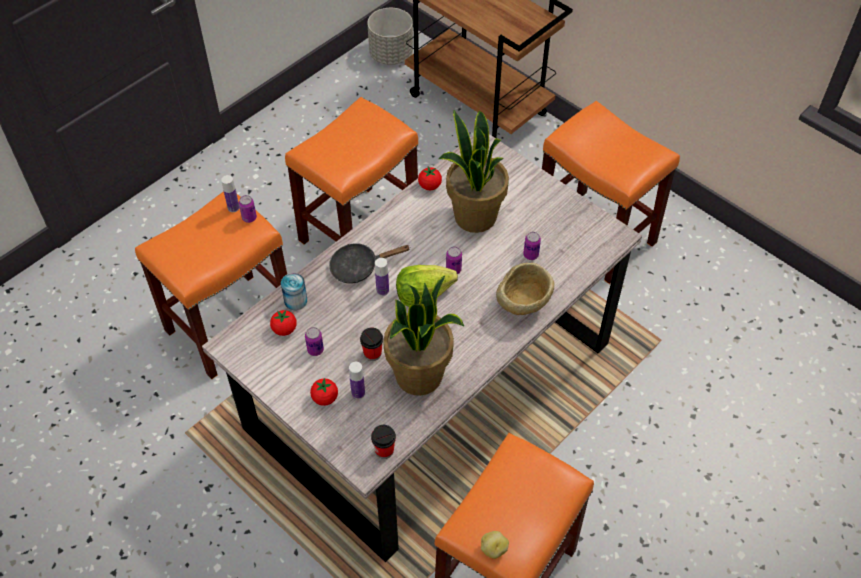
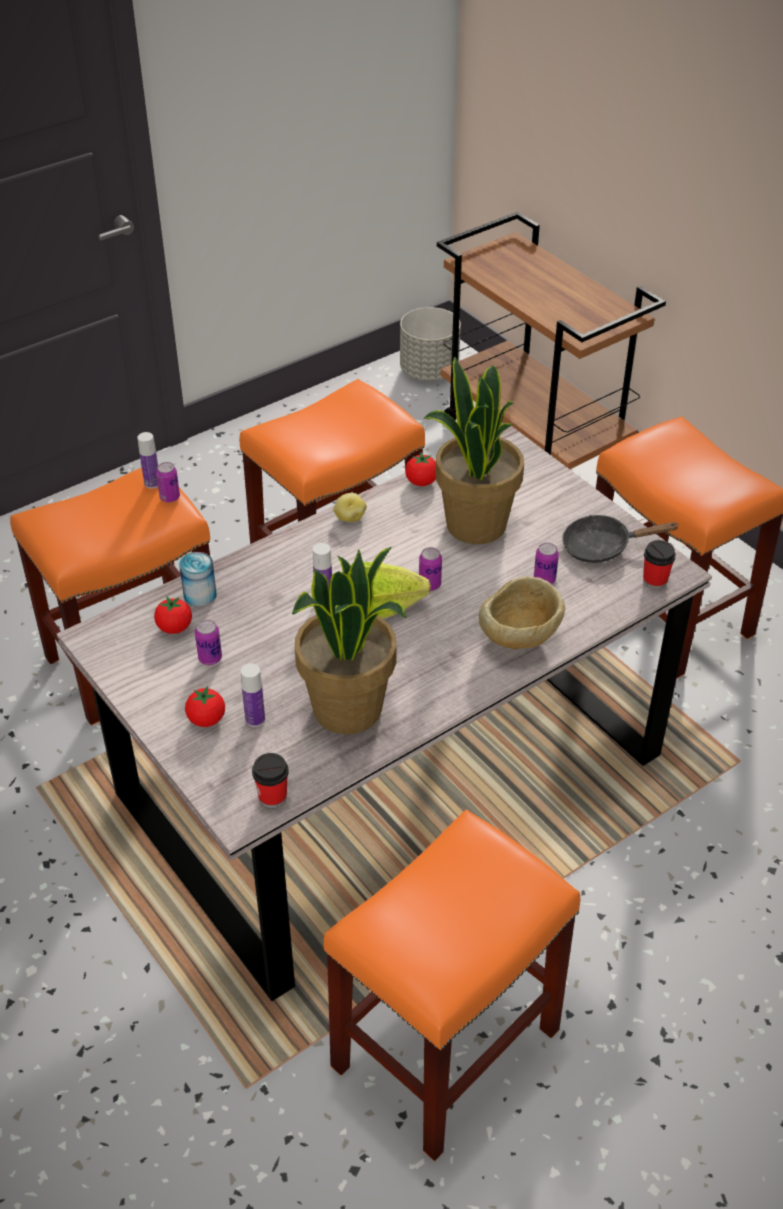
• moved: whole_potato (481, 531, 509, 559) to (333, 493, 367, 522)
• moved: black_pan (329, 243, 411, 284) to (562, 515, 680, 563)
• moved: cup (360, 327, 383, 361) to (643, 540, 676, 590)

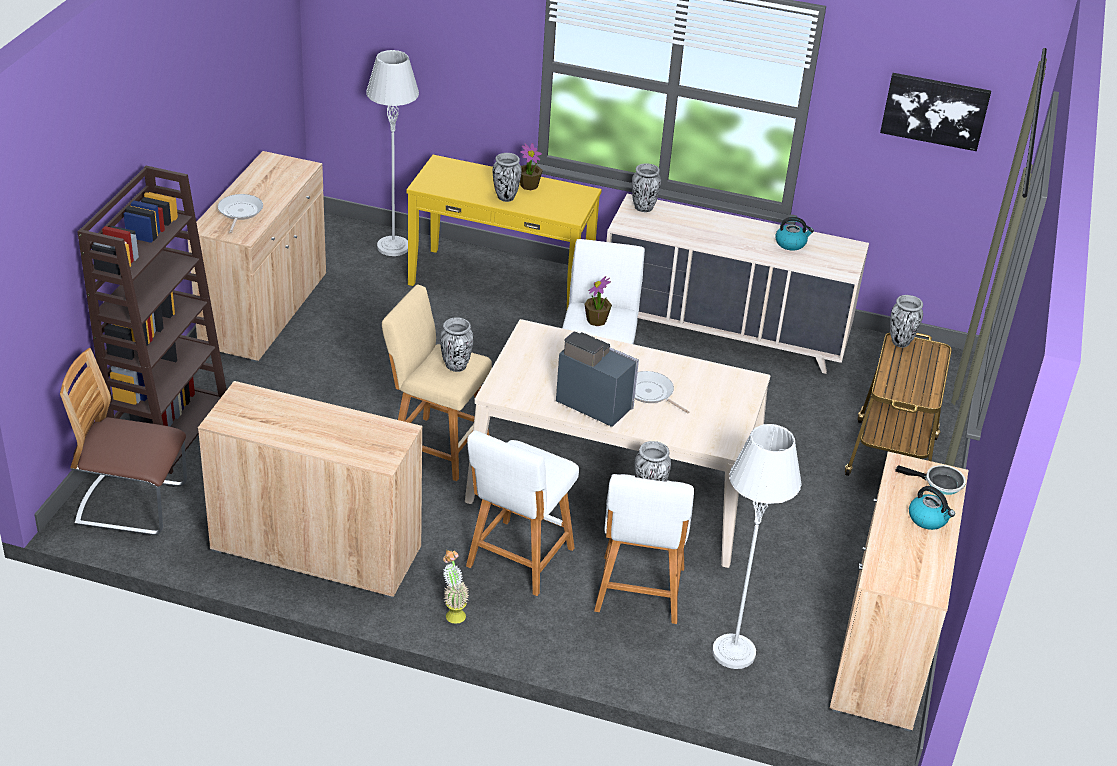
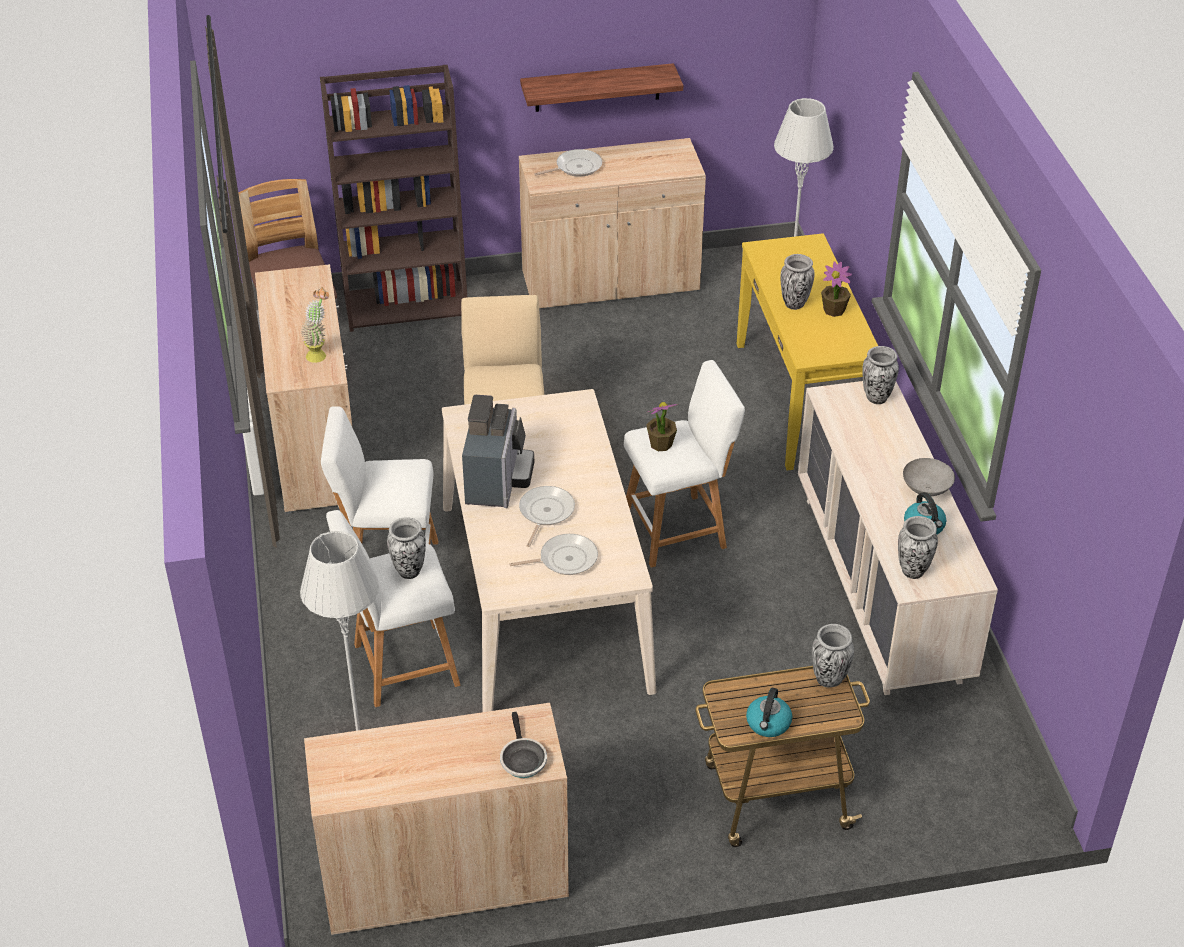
• moved: potted_plant (443, 550, 469, 624) to (301, 287, 329, 363)
• added: pan (509, 534, 598, 575)
• added: shelf (520, 63, 683, 112)
• moved: water_kettle (909, 486, 955, 530) to (746, 688, 792, 737)
• moved: vase (440, 317, 474, 372) to (898, 516, 938, 579)
• added: gray_deep_dish (903, 458, 955, 496)
• removed: picture (880, 73, 991, 151)

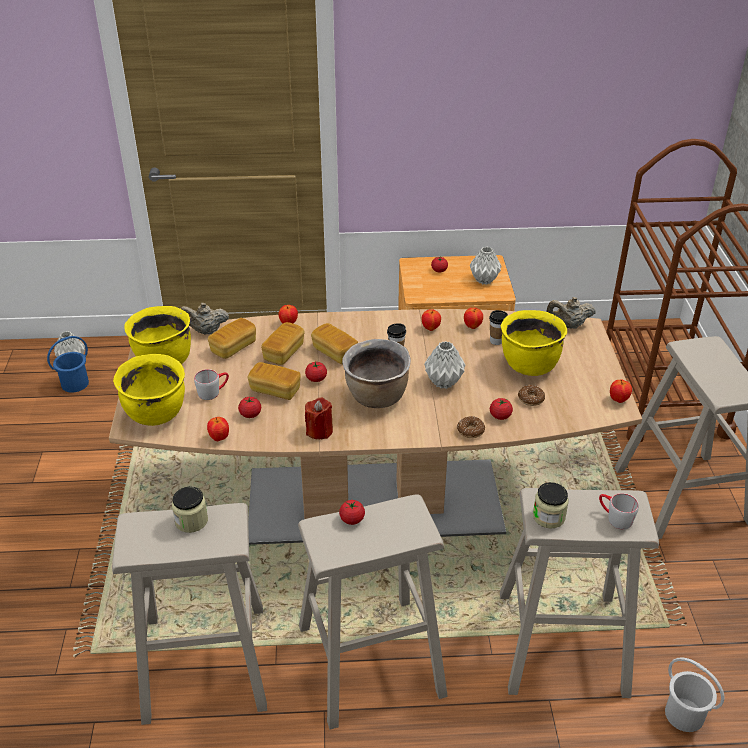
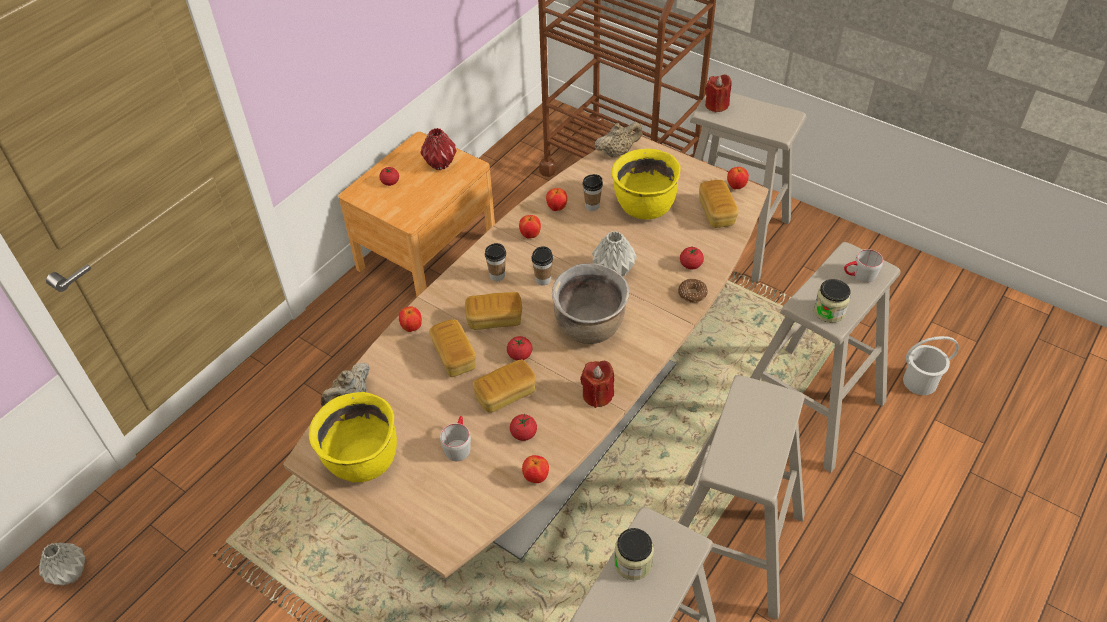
• recoloured: gray_vase (470, 247, 502, 285) to red-coloured_vase (420, 128, 457, 170)
• added: cup (485, 243, 506, 281)
• turned: beige-coloured_tea_pot (546, 297, 596, 329) = (595, 122, 642, 157) 150 degrees counterclockwise
• moved: baked_bread (208, 318, 256, 359) to (699, 180, 739, 228)
• added: red-coloured_wax_light (705, 74, 731, 113)
• removed: blue_pail (47, 336, 89, 393)
• removed: yellow-coloured_cooking_pot (113, 354, 185, 426)
• removed: whole_tomato (339, 500, 365, 525)
• removed: ring_doughnut (518, 385, 545, 406)

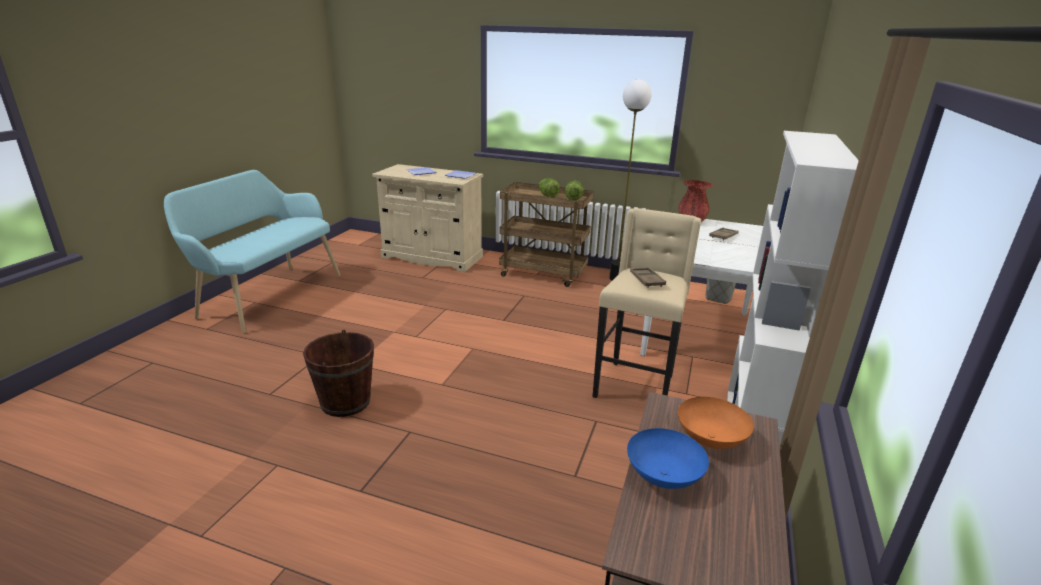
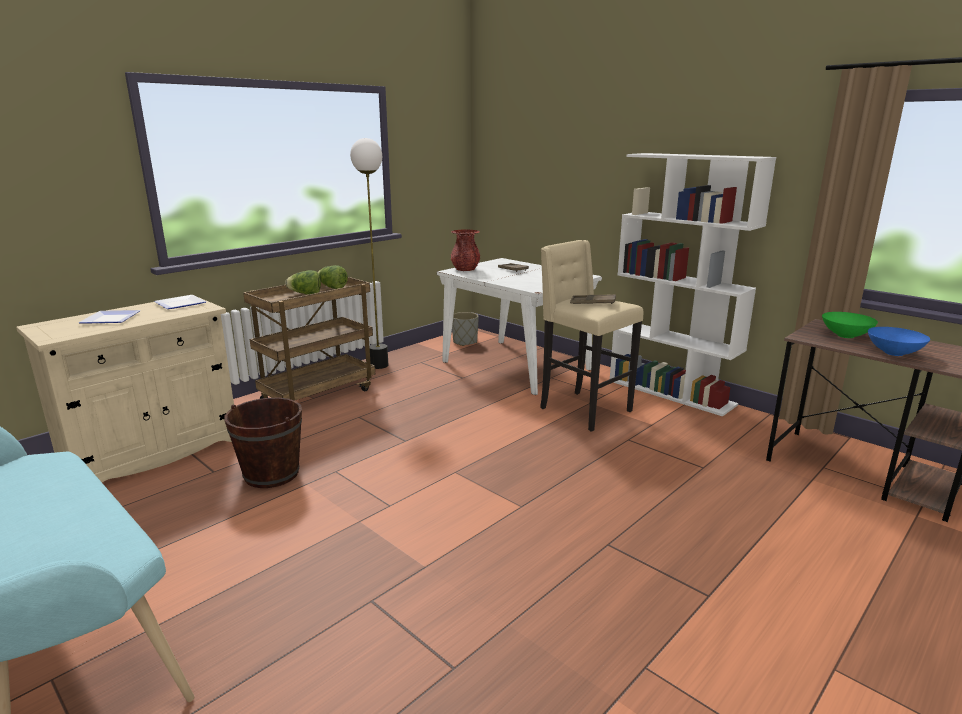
• moved: brown_pail (303, 330, 374, 417) to (224, 398, 302, 488)
• recoloured: orangey_deep_dish (678, 397, 754, 449) to green-coloured_deep_dish (822, 312, 878, 338)

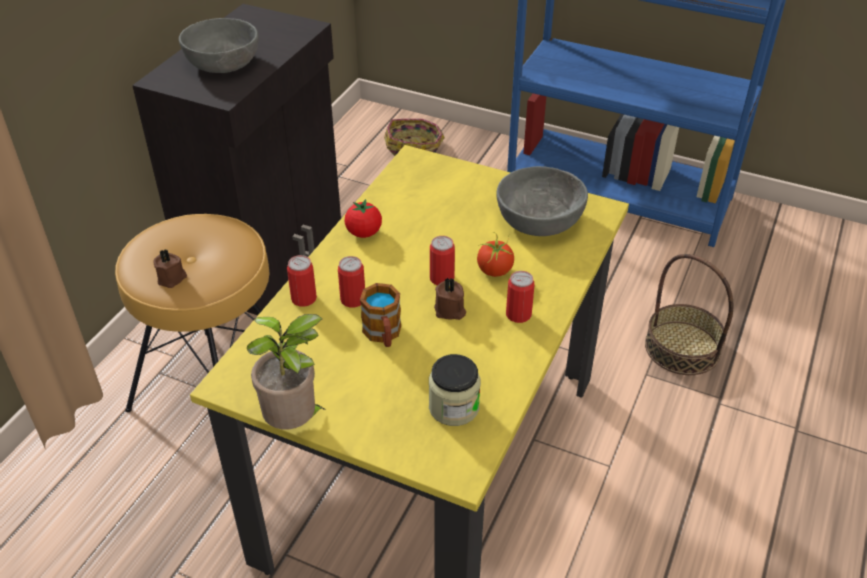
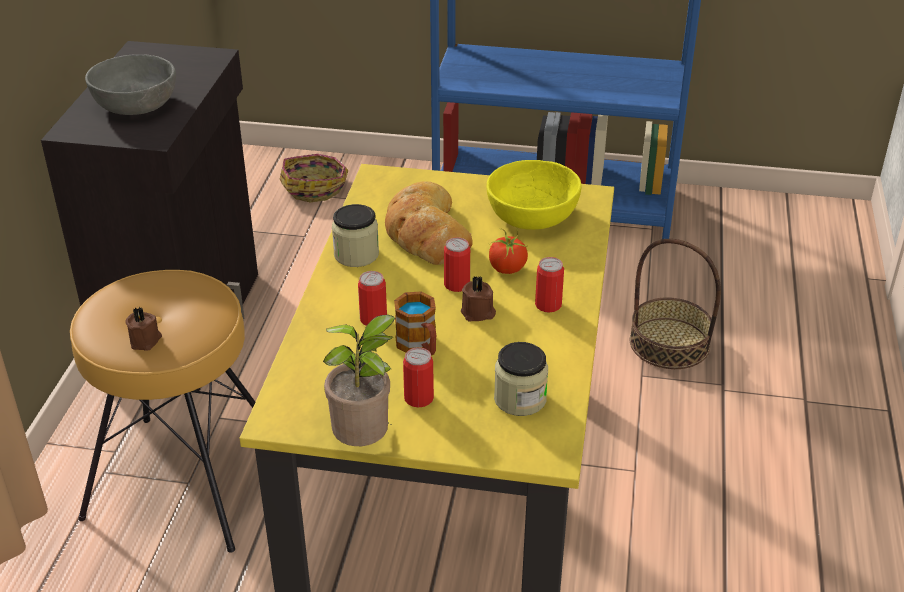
• replaced: whole_tomato (345, 199, 382, 238) to storage_jar (332, 204, 379, 267)
• added: baked_bread (385, 181, 472, 265)
• moved: can (287, 255, 317, 307) to (403, 347, 434, 408)
• recoloured: gray_deep_dish (497, 166, 588, 236) to yellow-coloured_deep_dish (487, 160, 581, 230)

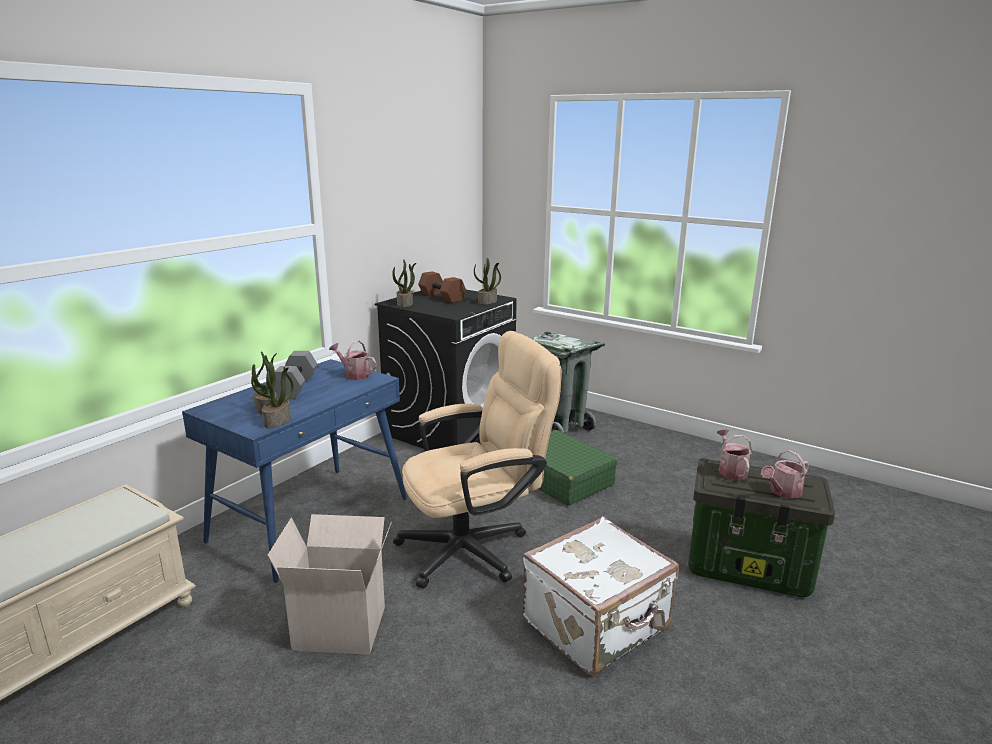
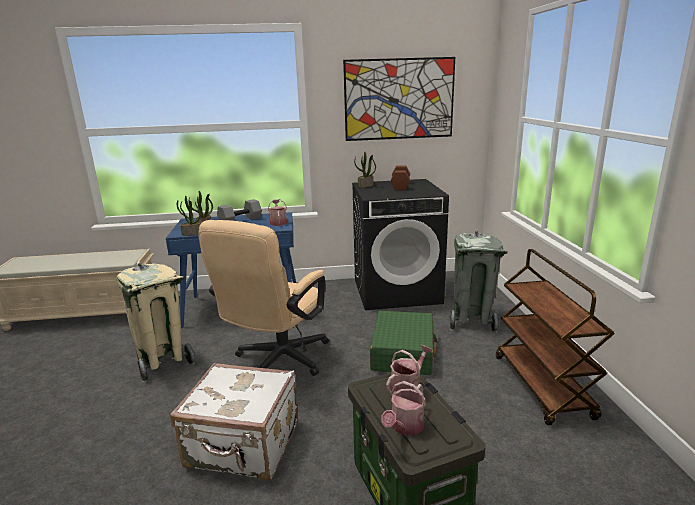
• replaced: packing_box (268, 514, 392, 655) to beige-coloured_waste_bin (116, 263, 195, 383)
• turned: beige-coloured_office_chair (393, 331, 562, 588) = (198, 220, 329, 376) 90 degrees clockwise
• added: picture (343, 57, 455, 141)
• turned: watering_can (761, 450, 809, 499) = (381, 381, 426, 436) 75 degrees counterclockwise
• added: brown_cart (496, 249, 615, 425)
• removed: potted_plant (474, 258, 501, 305)

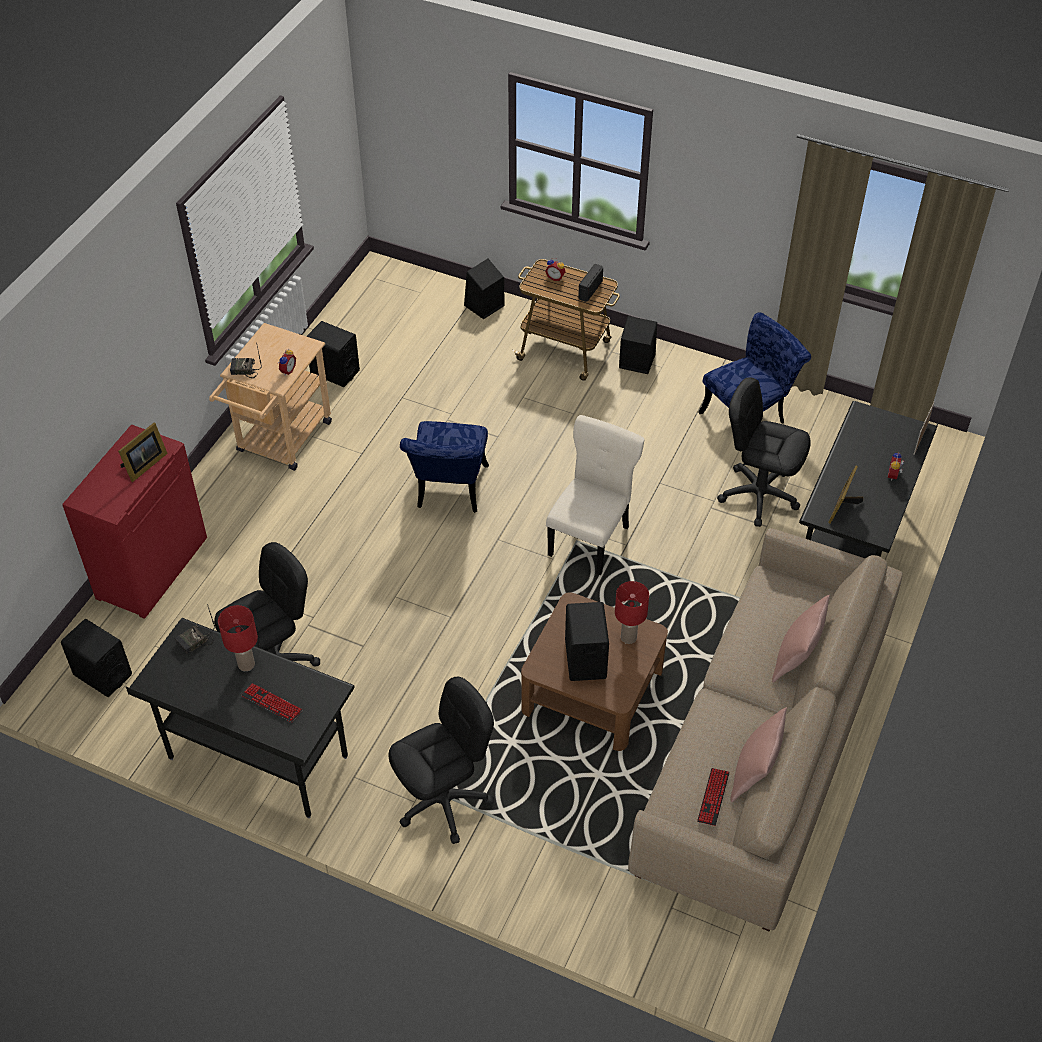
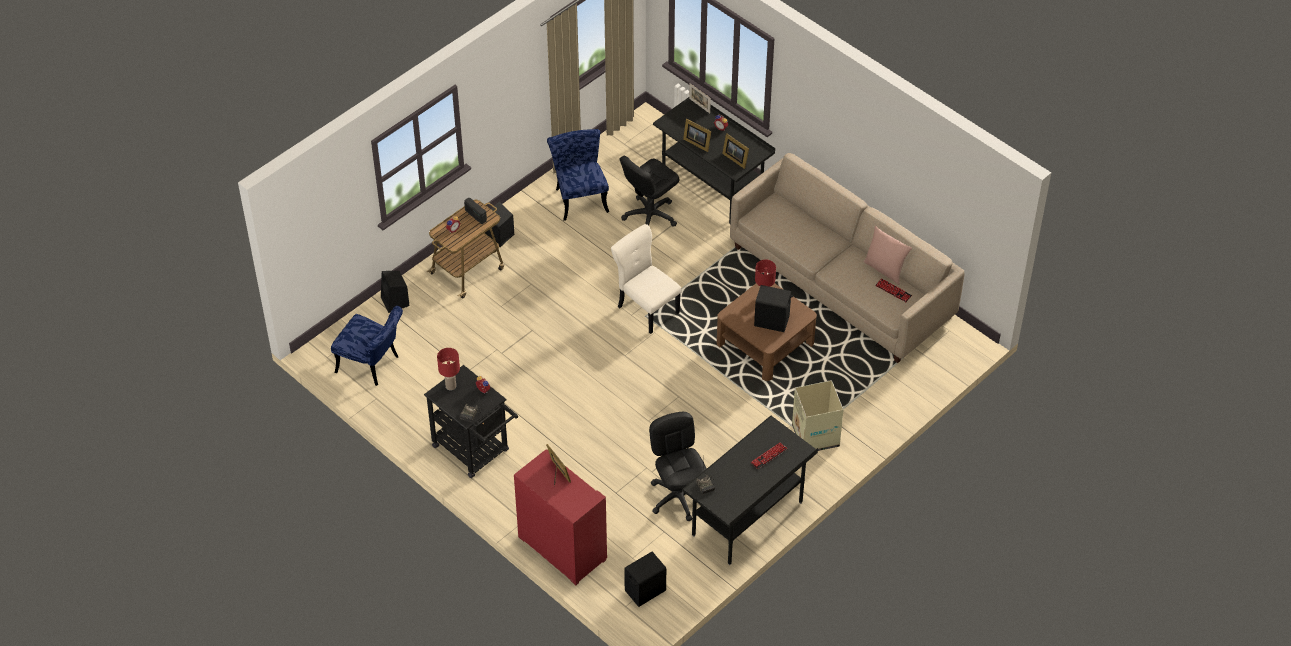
• moved: blue_plain_chair (400, 421, 489, 513) to (331, 306, 403, 386)
• recoloured: beige-coloured_cart (209, 323, 332, 471) to black_cart (424, 365, 518, 478)
• moved: red-coloured_table_lamp (218, 605, 258, 671) to (437, 348, 460, 390)
• added: photo_frame (683, 119, 711, 152)
• replaced: black_office_chair (388, 677, 494, 844) to packing_box (792, 380, 844, 451)
• removed: black_speaker (306, 321, 360, 387)
• removed: pink-coloured_throw_pillow (772, 595, 830, 683)

